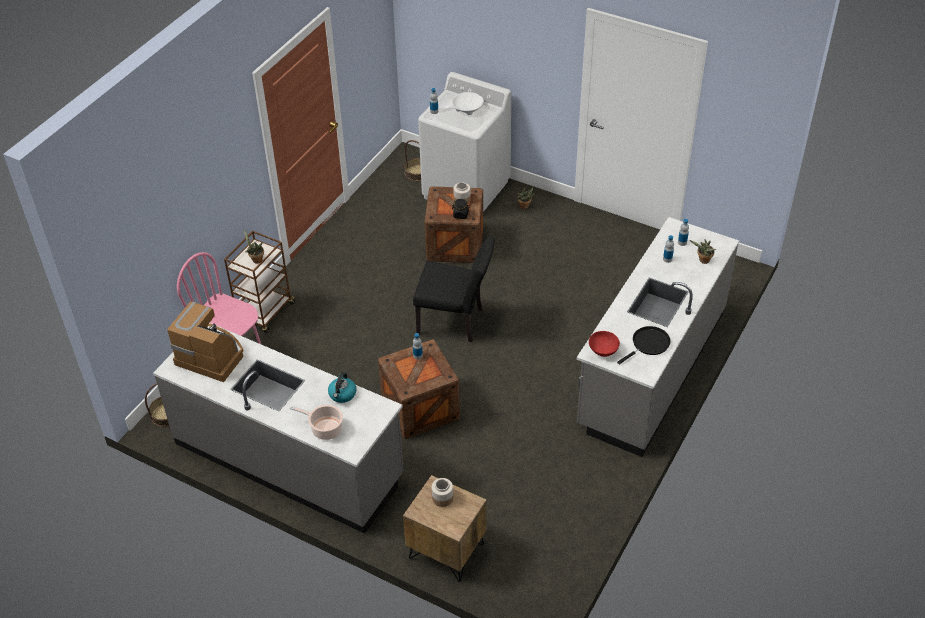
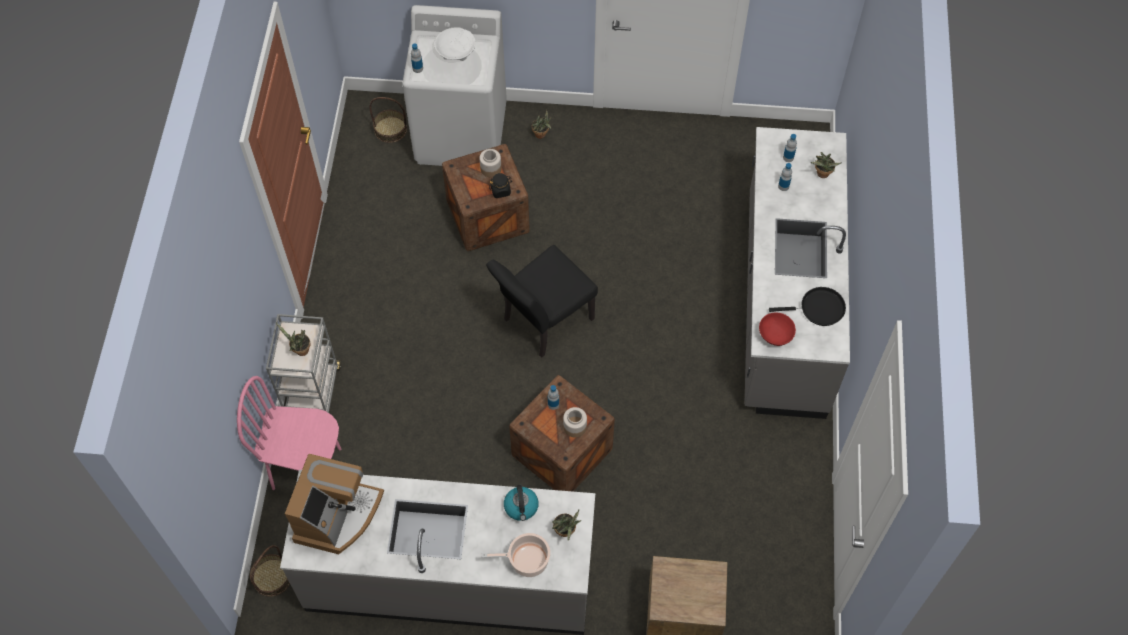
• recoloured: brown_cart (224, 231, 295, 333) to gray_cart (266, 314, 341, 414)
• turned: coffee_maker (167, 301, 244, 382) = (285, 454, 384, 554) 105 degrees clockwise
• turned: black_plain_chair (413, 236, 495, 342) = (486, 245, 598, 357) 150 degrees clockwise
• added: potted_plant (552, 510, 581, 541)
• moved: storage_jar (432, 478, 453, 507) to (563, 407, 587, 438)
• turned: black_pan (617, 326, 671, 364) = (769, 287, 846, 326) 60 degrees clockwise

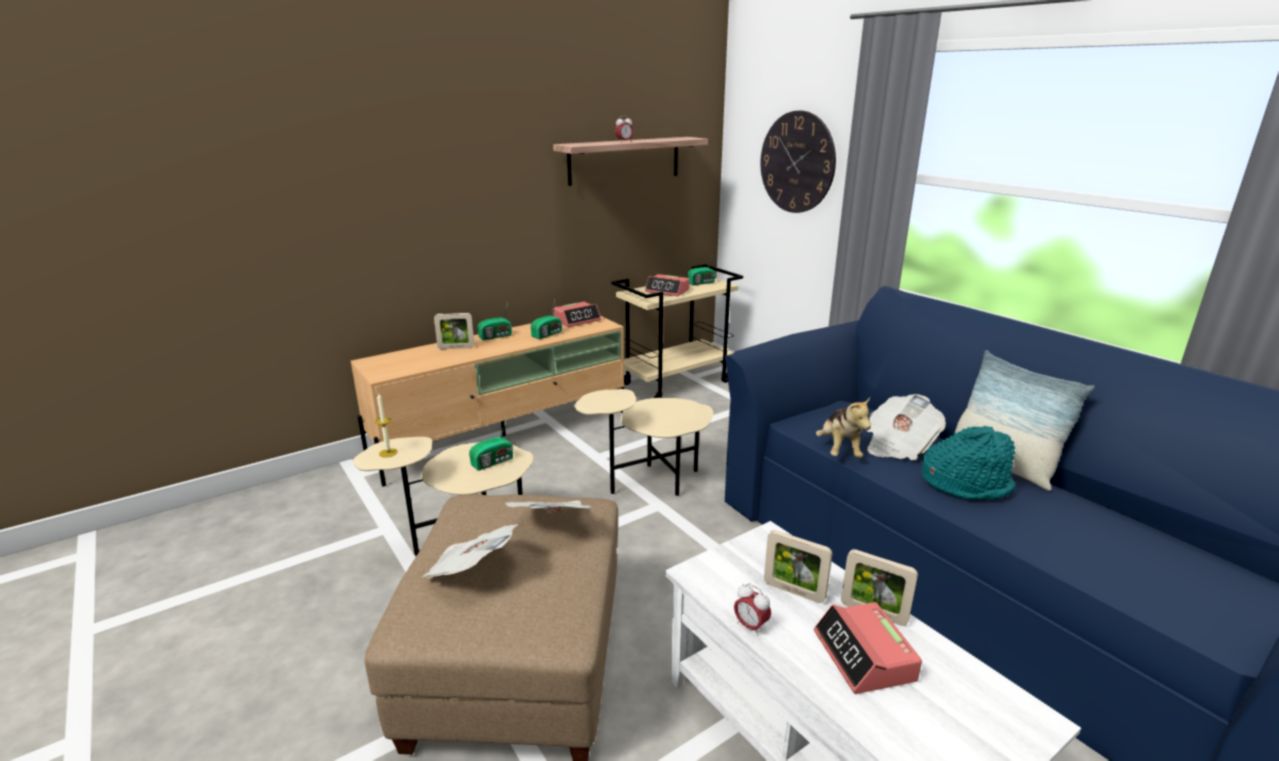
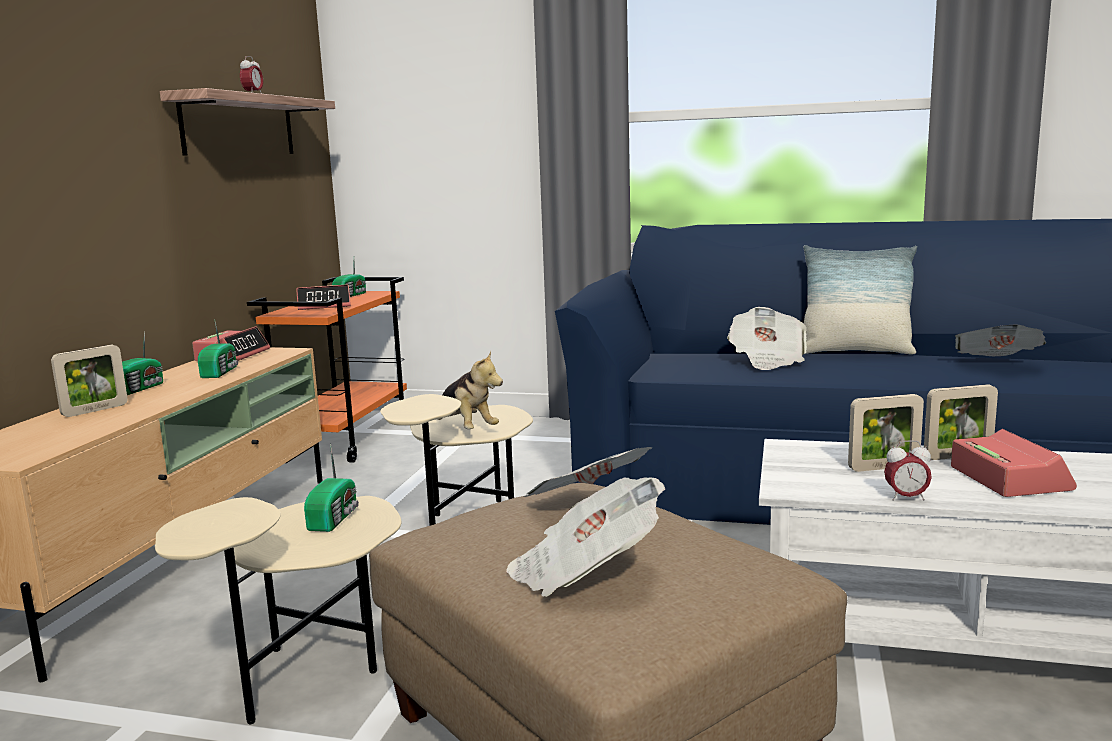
• recoloured: beige-coloured_cart (611, 264, 743, 398) to orangey_cart (247, 277, 407, 463)
• moved: soft_toy (816, 397, 871, 458) to (438, 351, 503, 429)
• turned: table_clock (814, 602, 922, 694) = (951, 429, 1077, 497) 135 degrees counterclockwise
• added: daily_paper (955, 325, 1046, 356)
• removed: wax_light (375, 392, 398, 458)
• removed: wall_clock (761, 111, 836, 213)
• removed: turquoise_wearable_hat (921, 426, 1016, 500)

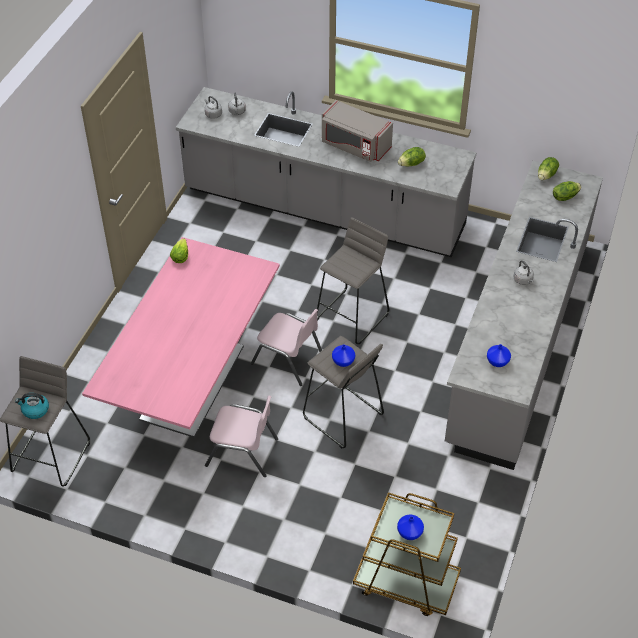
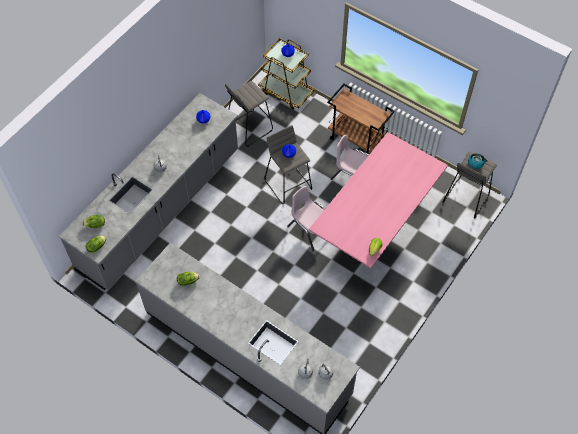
• moved: gray_stool_seat (317, 217, 389, 344) to (225, 81, 273, 147)
• added: brown_cart (327, 84, 395, 153)
• removed: gray_microwave (322, 100, 393, 162)

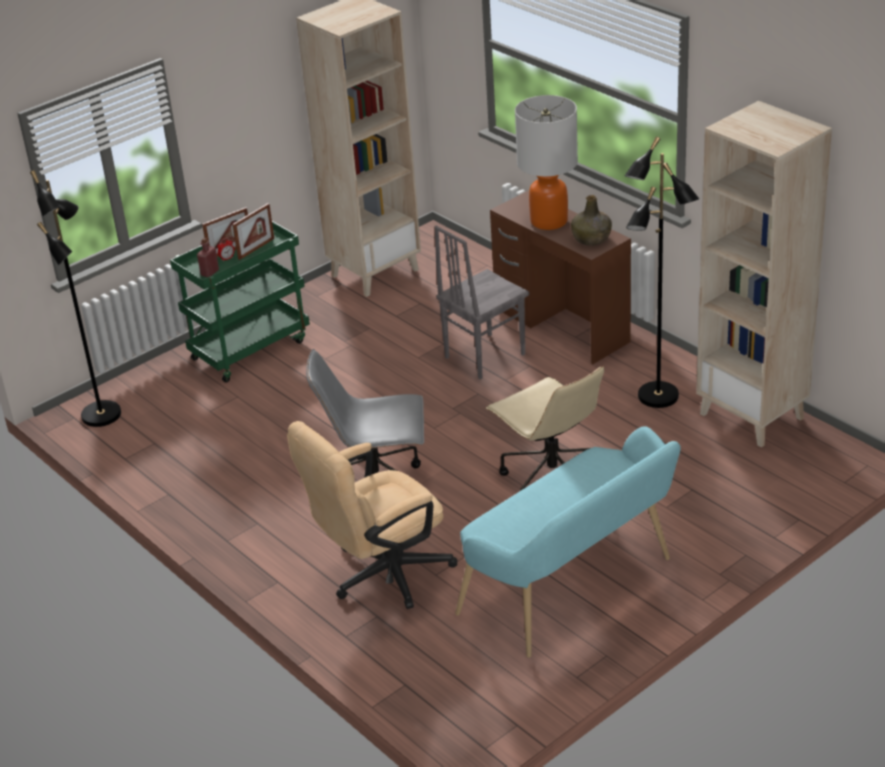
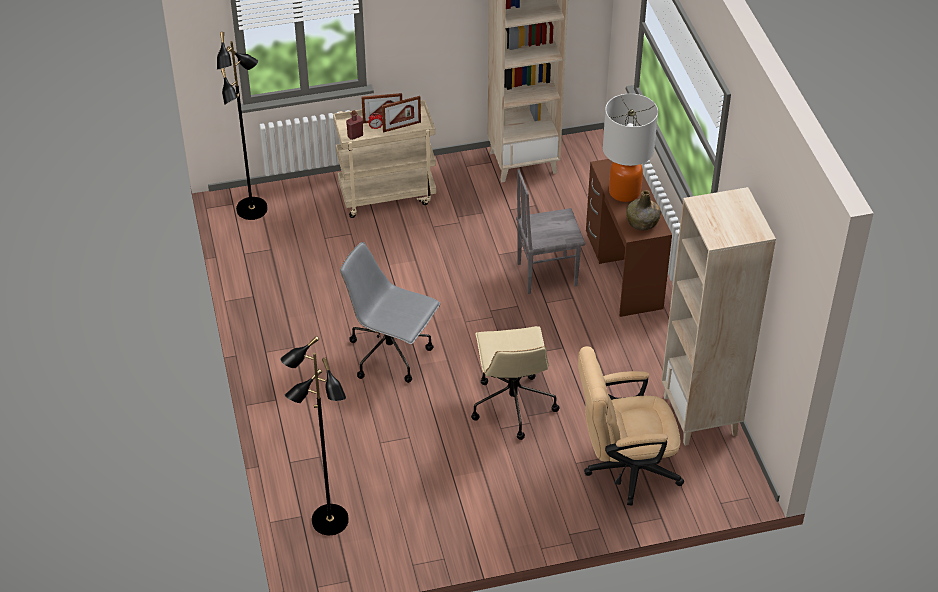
• moved: black_standard_lamp (625, 137, 699, 408) to (280, 336, 349, 535)
• recoloured: green-coloured_cart (170, 221, 310, 383) to beige-coloured_cart (333, 100, 436, 218)
• moved: beige-coloured_office_chair (287, 421, 457, 609) to (578, 346, 684, 506)
• removed: turquoise_bench (455, 426, 681, 658)

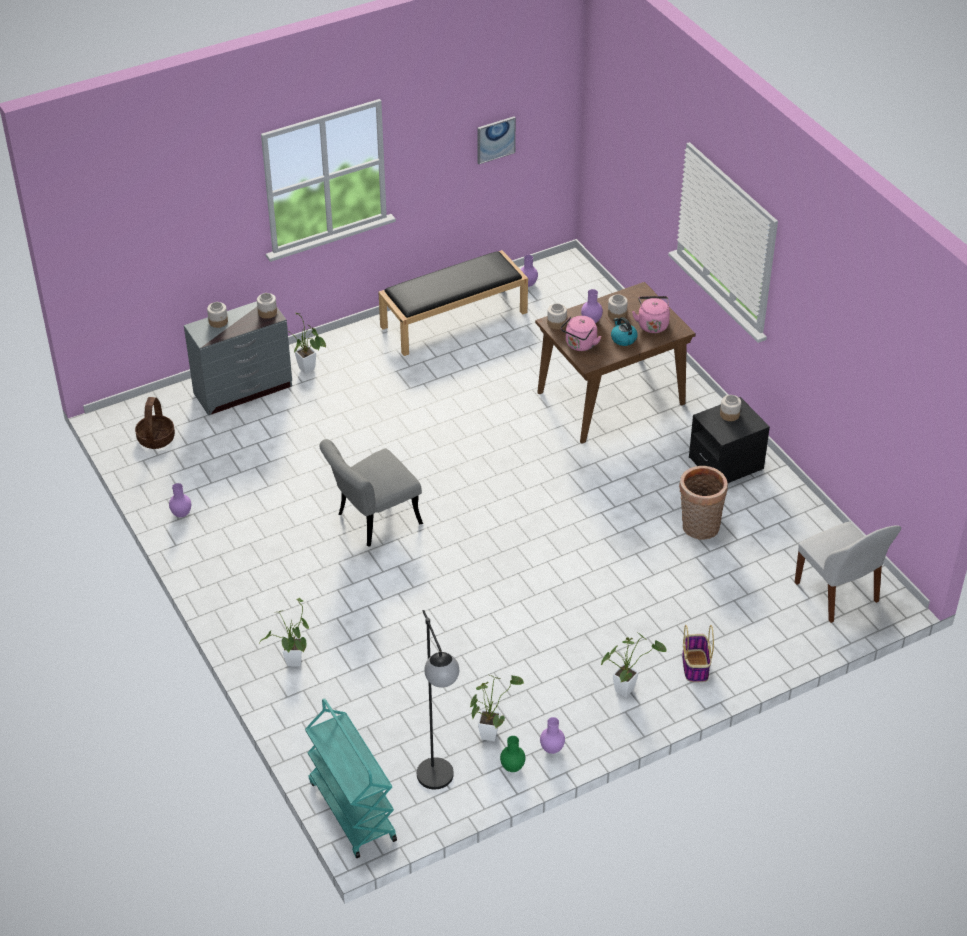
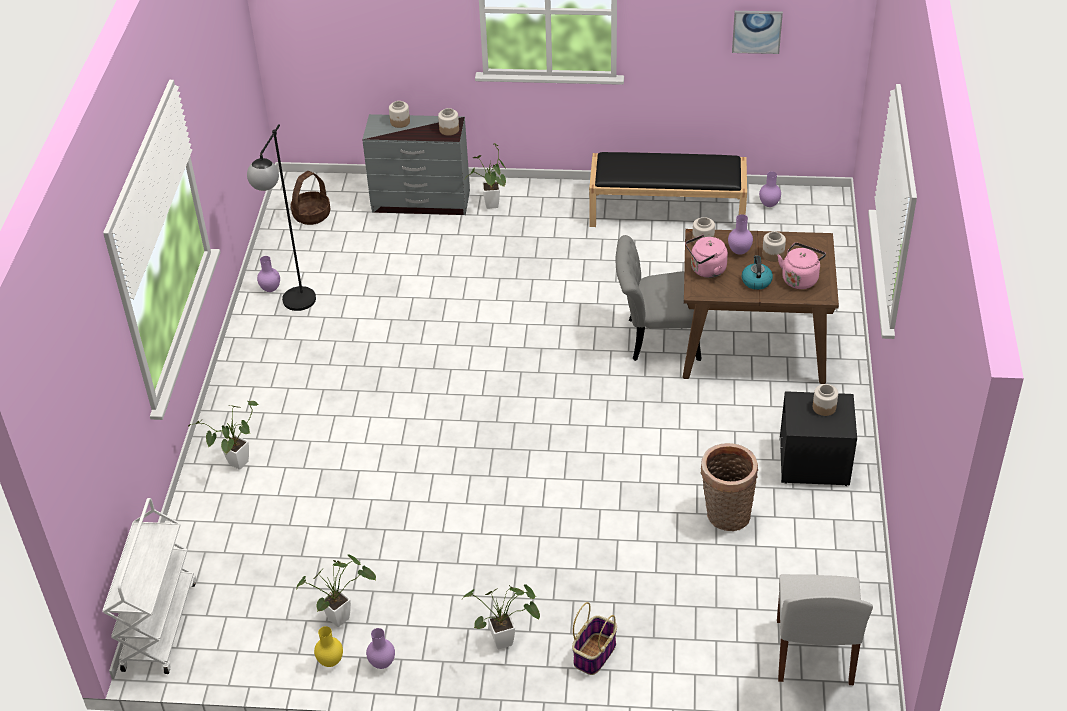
• recoloured: turquoise_cart (305, 698, 397, 858) to whitish_cart (102, 498, 196, 674)
• moved: black_standard_lamp (417, 610, 459, 789) to (247, 124, 316, 311)
• recoloured: green-coloured_vase (500, 736, 525, 772) to yellow-coloured_vase (314, 626, 343, 667)
• moved: gray_plain_chair (320, 439, 423, 547) to (615, 235, 702, 361)

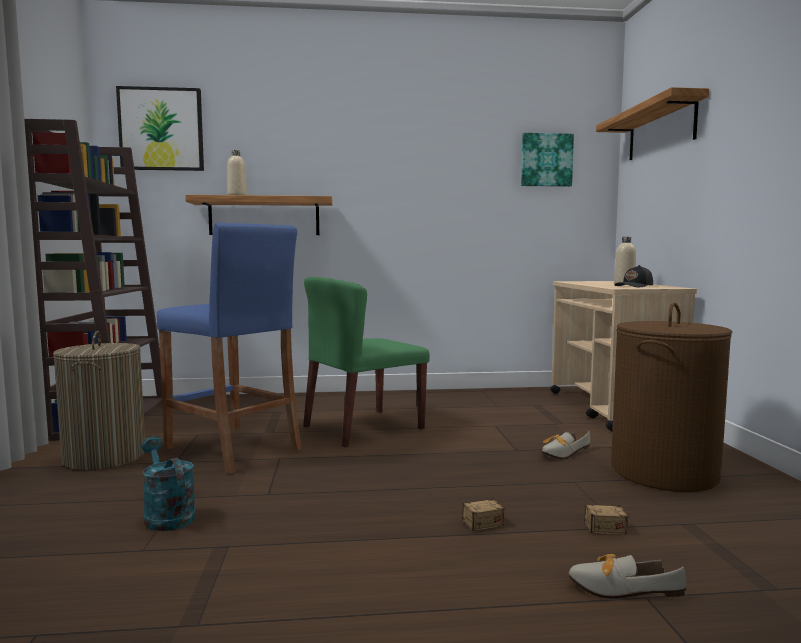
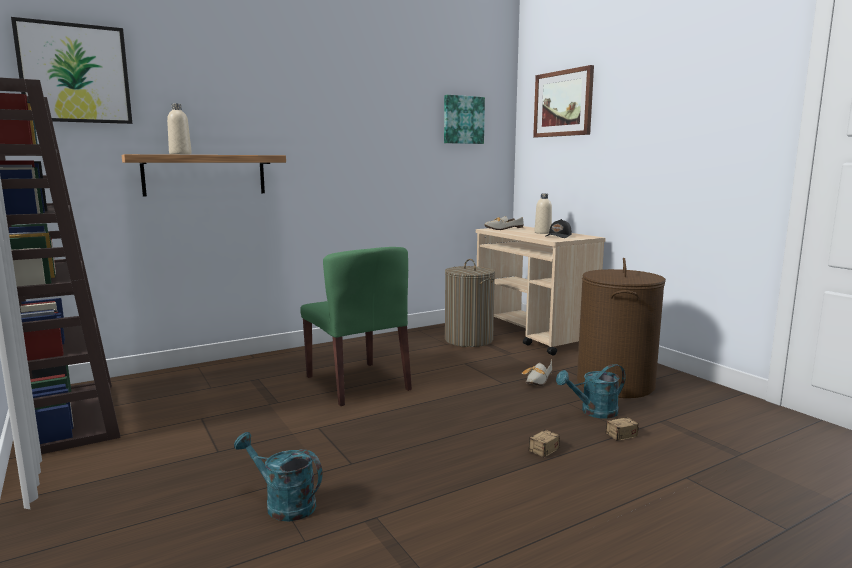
• turned: green-coloured_plain_chair (303, 277, 430, 448) = (300, 247, 412, 406) 60 degrees counterclockwise
• moved: washing_basket (53, 331, 145, 471) to (445, 259, 495, 347)
• moved: low_shoe (568, 554, 687, 599) to (484, 216, 524, 230)
• replaced: shelf (596, 87, 709, 160) to picture (533, 65, 594, 137)
• added: turquoise_watering_can (556, 364, 626, 419)
• removed: blue_stool_seat (157, 223, 302, 474)

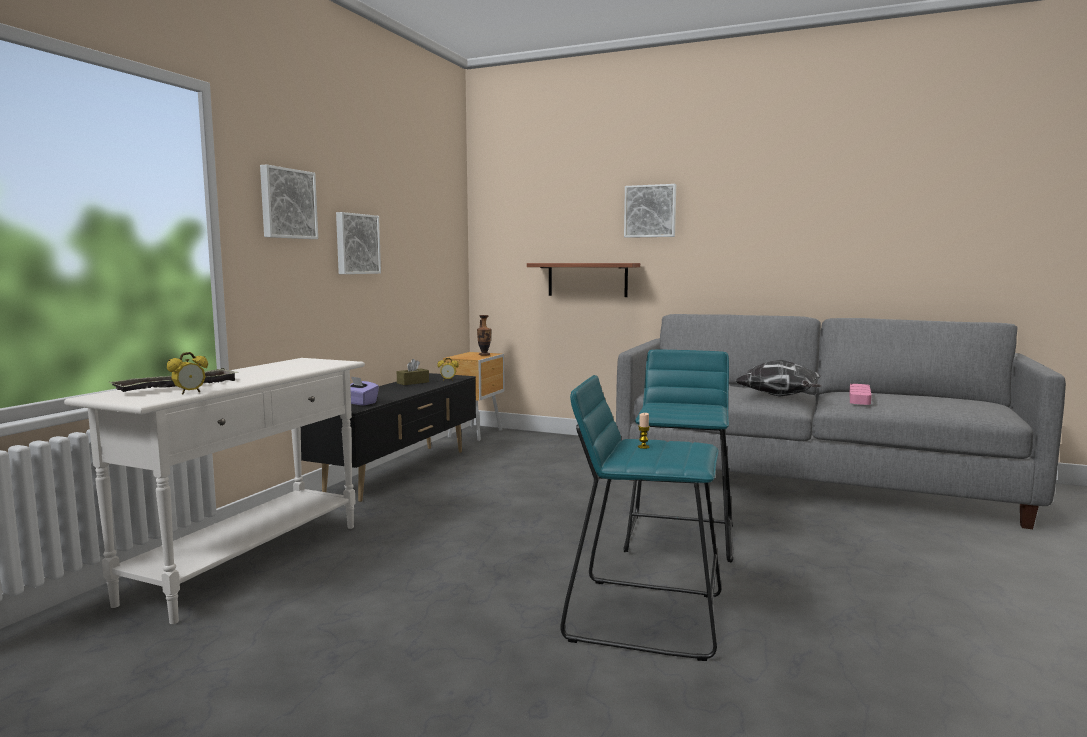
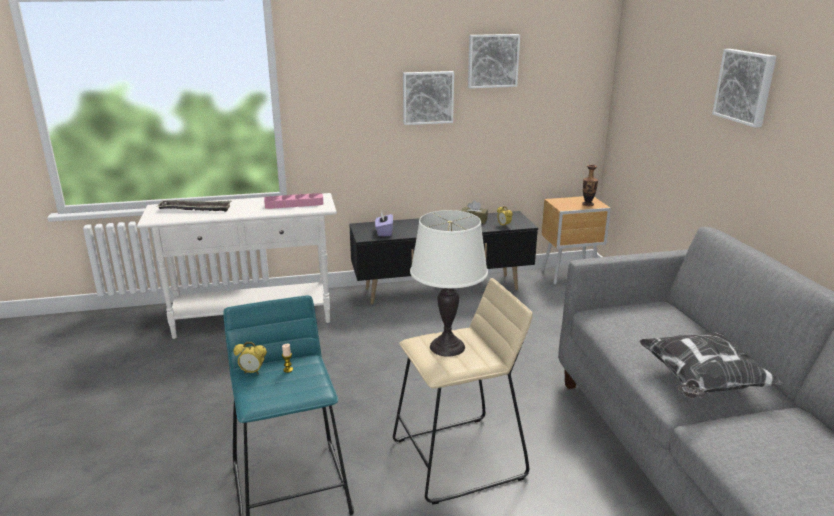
• moved: table_clock (167, 352, 208, 395) to (233, 342, 267, 374)
• moved: pink-coloured_serving_tray (849, 384, 872, 405) to (264, 193, 324, 209)
• recoloured: turquoise_stool_seat (624, 350, 733, 563) to beige-coloured_stool_seat (393, 278, 532, 504)
• added: whitish_table_lamp (410, 210, 488, 357)
• moved: picture (260, 164, 318, 239) to (468, 34, 520, 88)
• removed: shelf (527, 263, 640, 297)

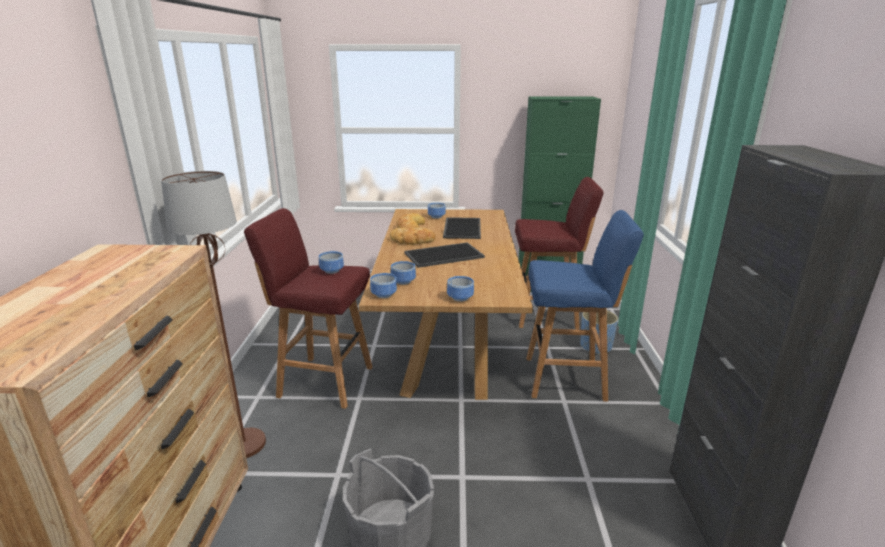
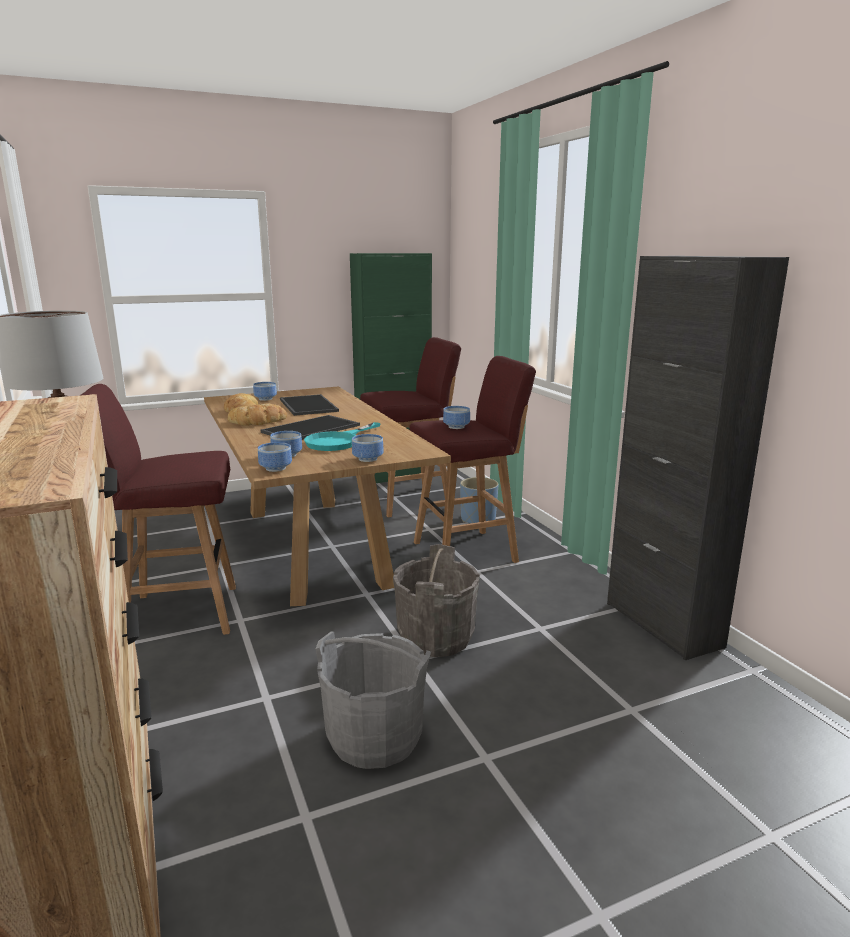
• added: turquoise_pan (304, 422, 381, 451)
• added: gray_pail (393, 544, 480, 657)
• recoloured: blue_stool_seat (527, 210, 644, 402) to red-coloured_stool_seat (409, 356, 536, 563)
• moved: deep_dish (319, 251, 344, 274) to (443, 406, 470, 429)

